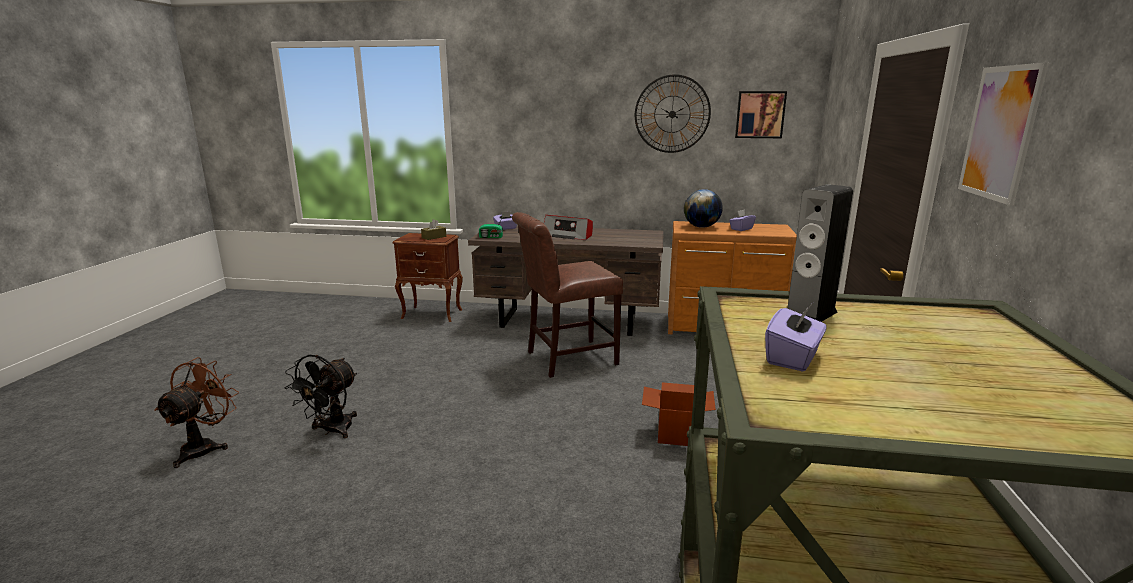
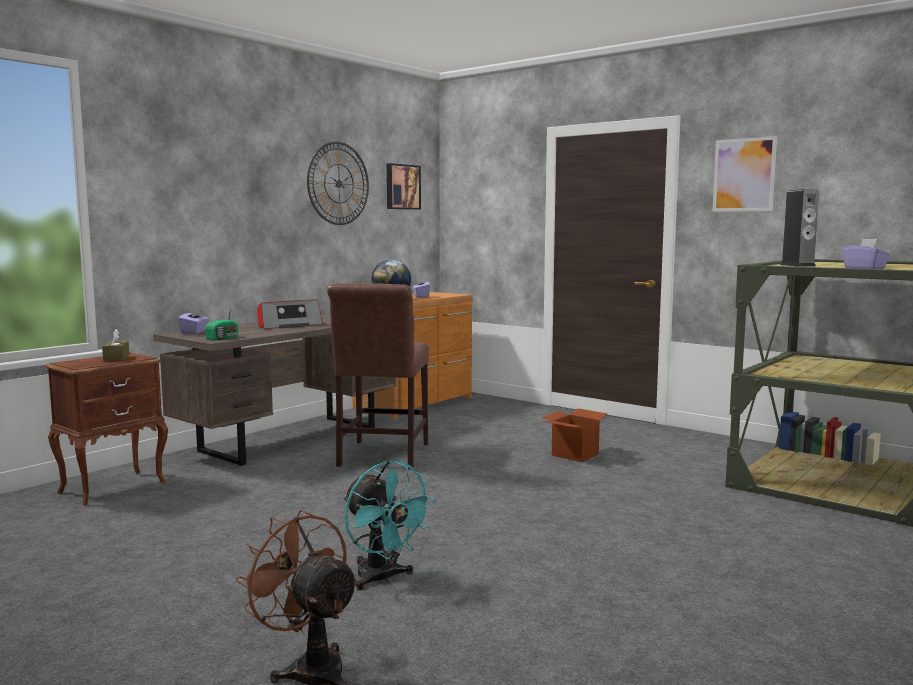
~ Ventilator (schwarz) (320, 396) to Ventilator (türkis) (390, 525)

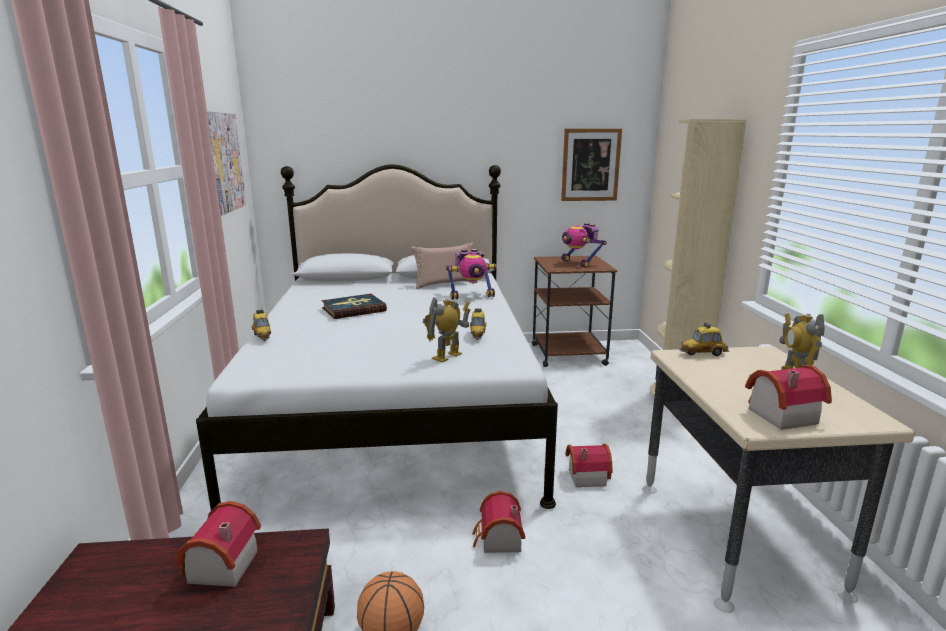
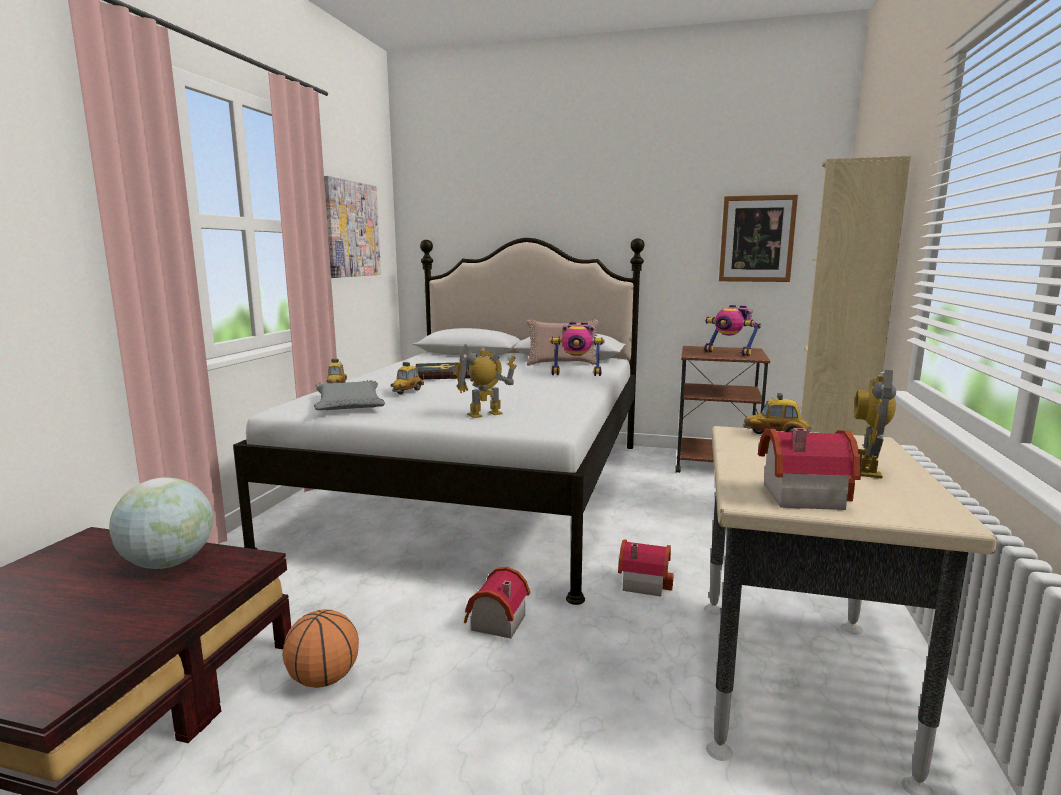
~ Spielzeugroboter (584, 245) = (732, 330) 45 degrees counterclockwise
~ Spielzeugauto (478, 324) to (407, 378)
~ Spielzeughaus (218, 544) to Globus (161, 523)
+ Kissen (grau) (349, 395)

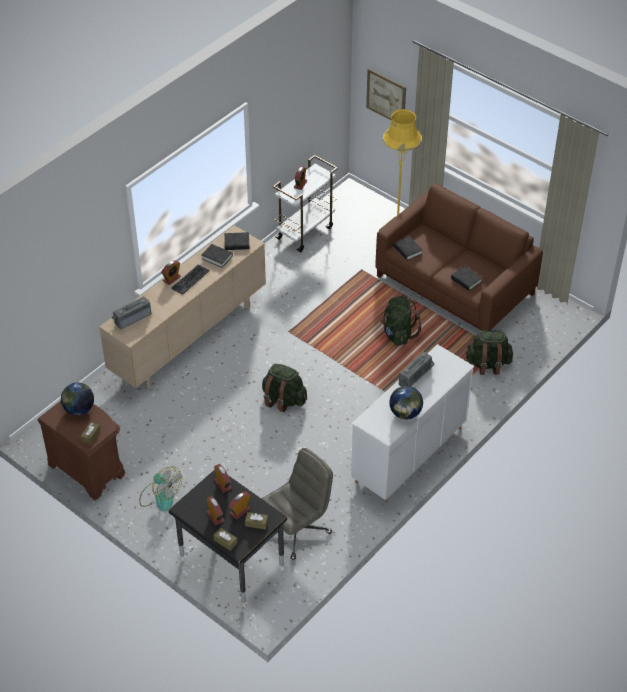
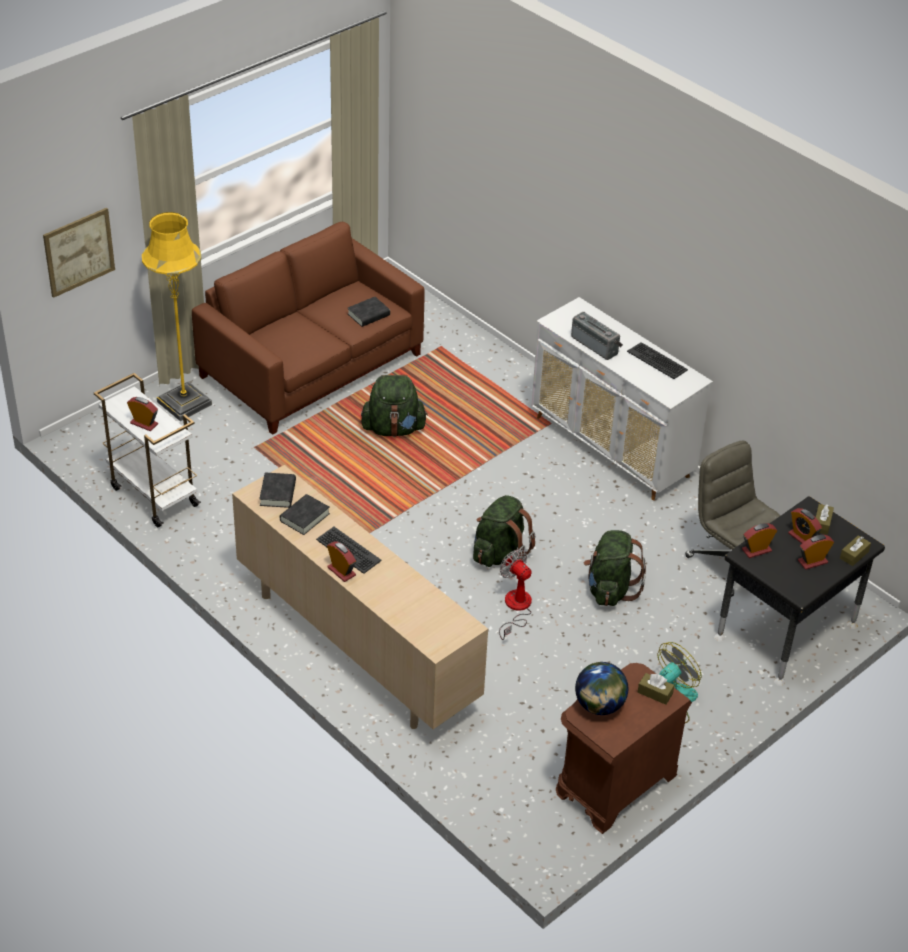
- Buch (schwarz) (407, 248)
- Radio (131, 312)
~ Rucksack (grün) (489, 352) to (615, 568)
~ Globus (406, 403) to Tastatur (657, 360)
+ Ventilator (515, 594)

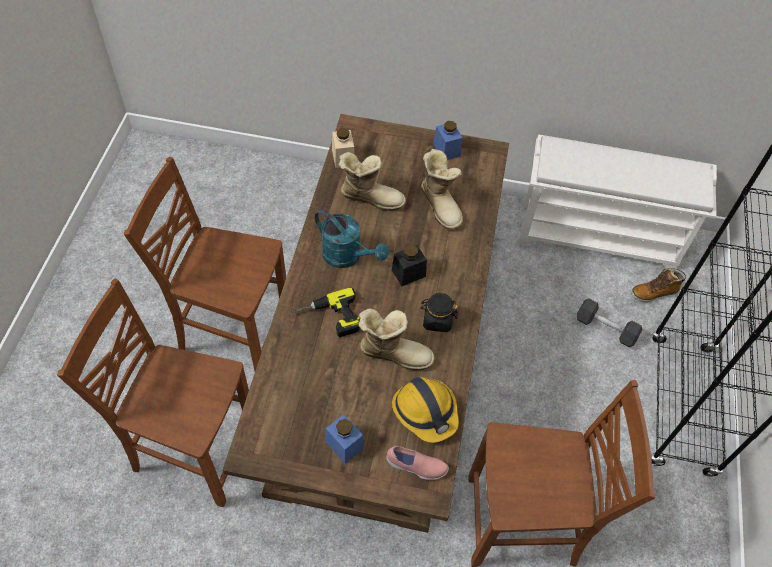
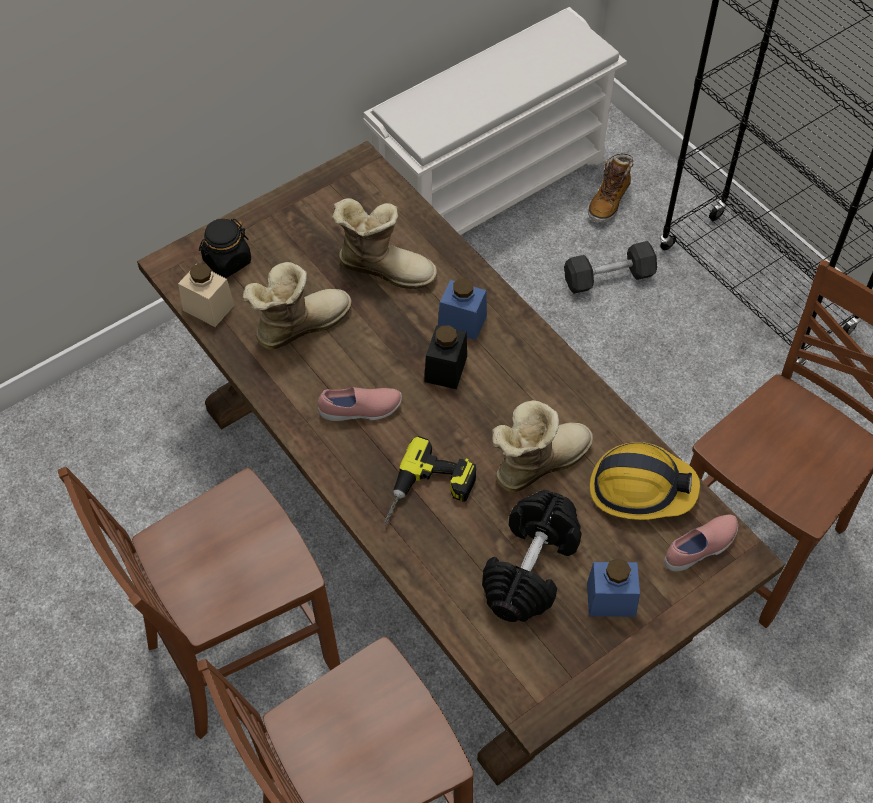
~ Vorratsglas (blau) (448, 140) to (462, 309)
~ Gießkanne (türkis) (352, 238) to Schuh (rosa) (360, 404)
~ Vorratsglas (schwarz) (439, 312) to (225, 248)
+ Hantel (schwarz) (532, 556)

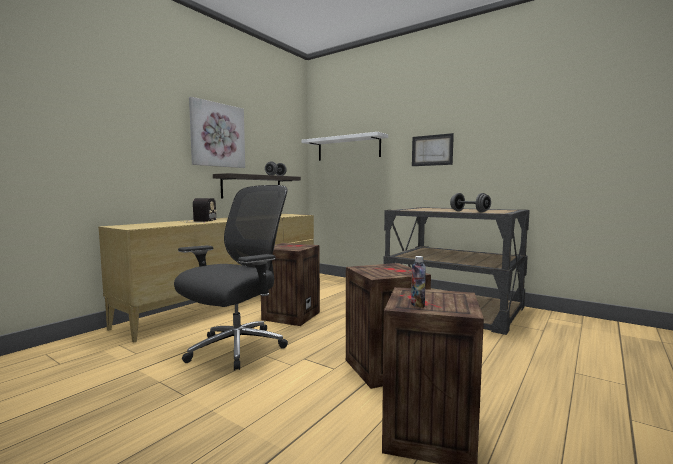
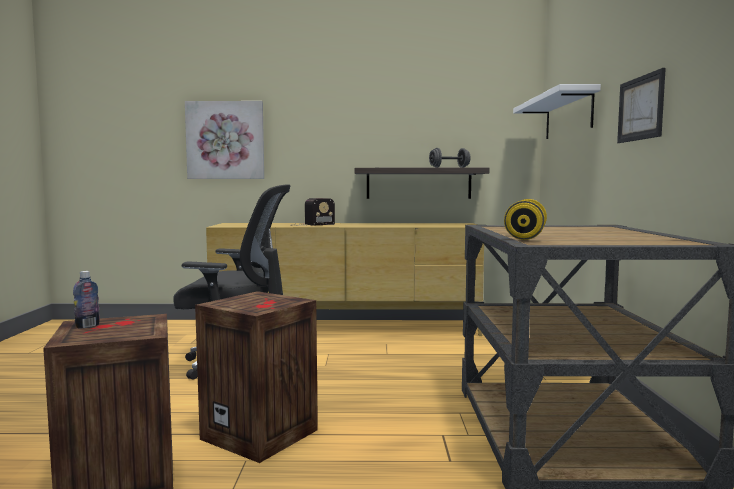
~ Bild (217, 132) to (224, 140)
~ Hantel (grau) (470, 203) to Hantel (gelb) (525, 219)
- Kiste (290, 284)

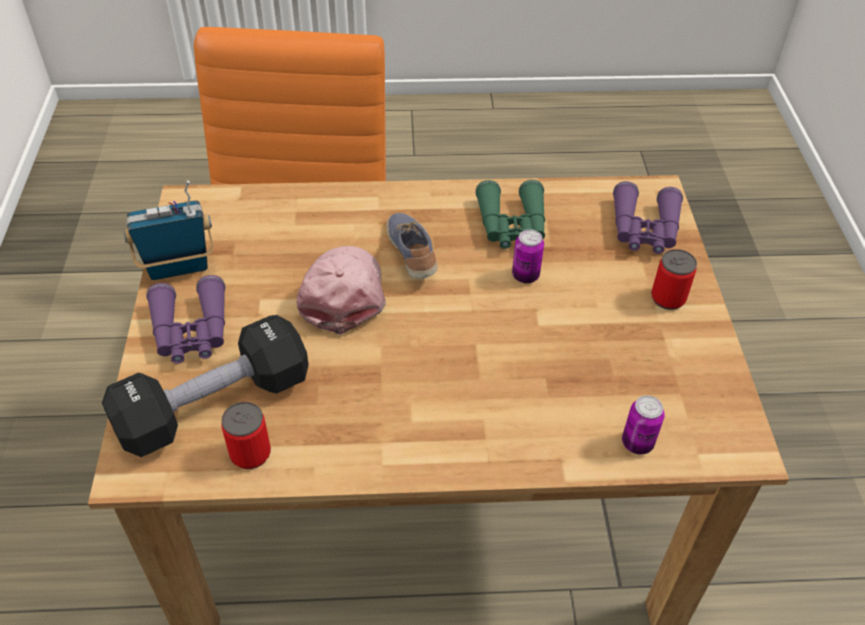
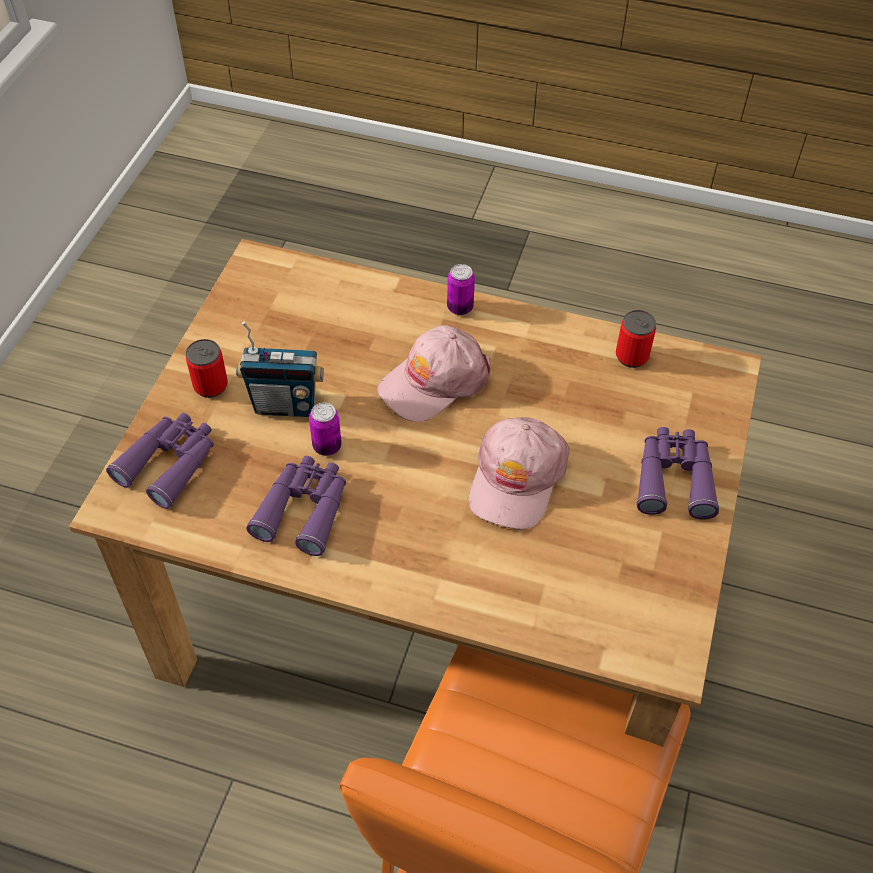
~ Radio (168, 230) to (280, 369)
~ Fernglas (grün) (510, 214) to Fernglas (lila) (296, 506)
- Schuh (412, 246)
- Hantel (schwarz) (205, 386)
~ Dose (643, 424) to (461, 289)
+ Kappe (rosa) (433, 373)

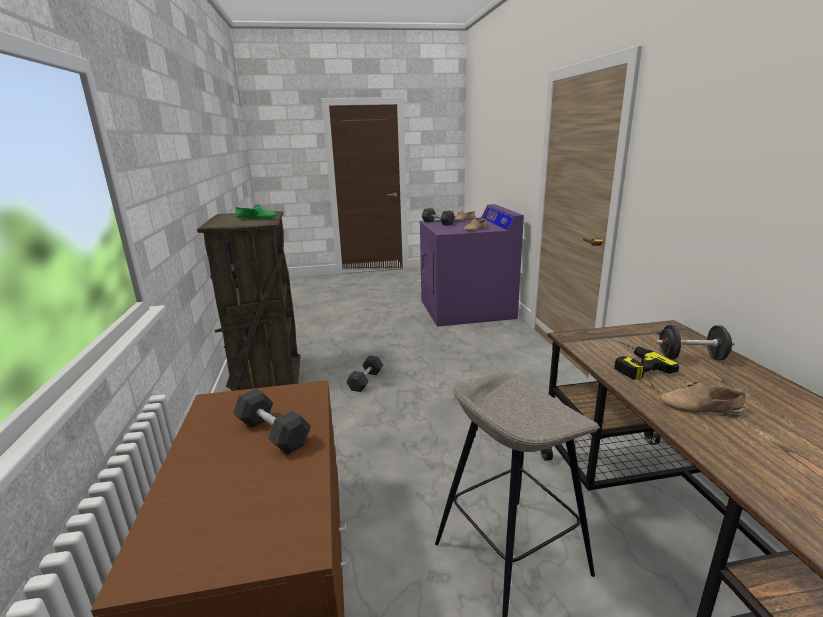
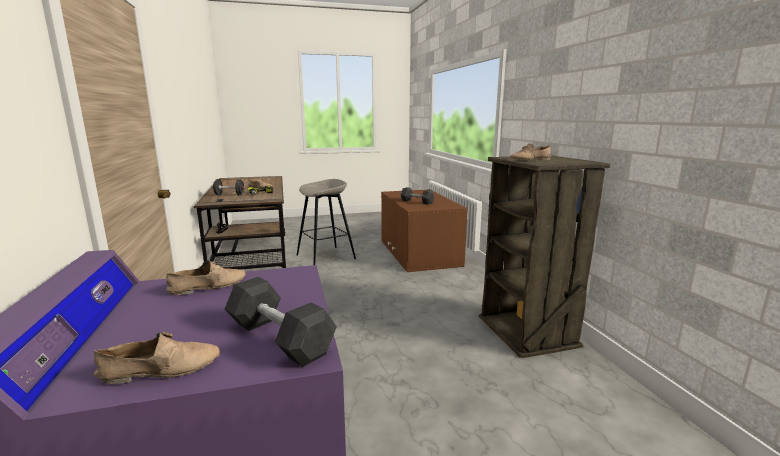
~ Schuh (grün) (255, 211) to Schuh (beige) (530, 151)
- Hantel (grau) (364, 373)

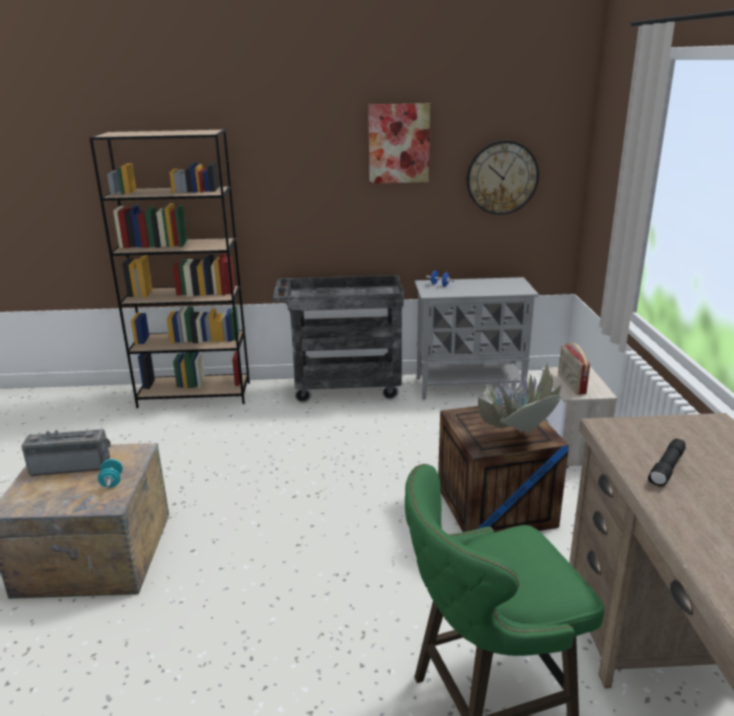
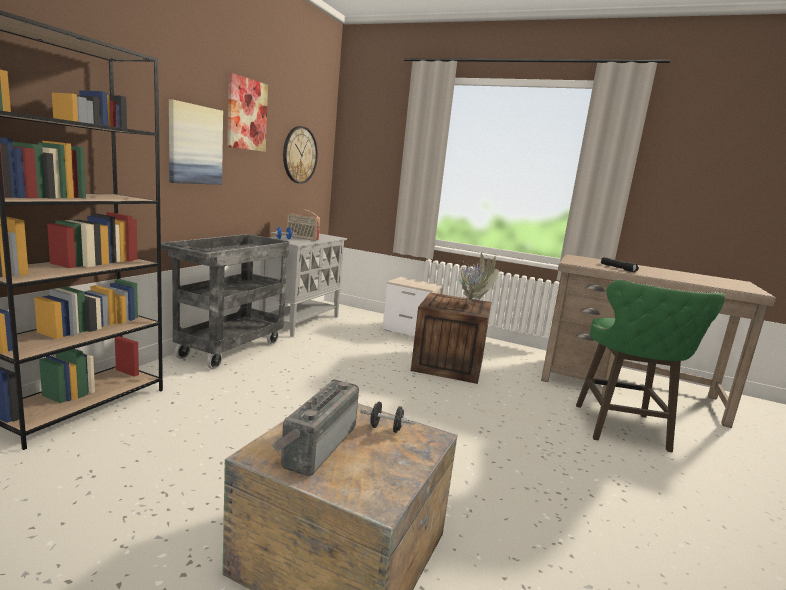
~ Radio (574, 369) to (303, 225)
~ Hantel (türkis) (110, 473) to Hantel (schwarz) (387, 417)
+ Bild (196, 142)

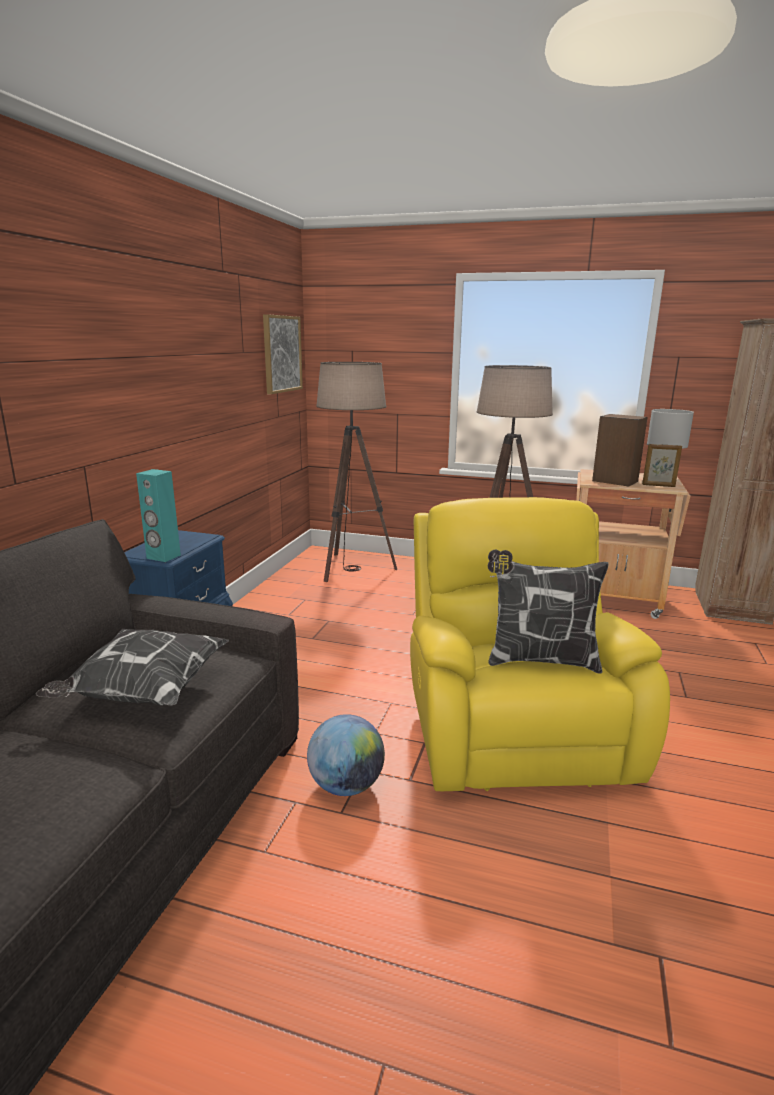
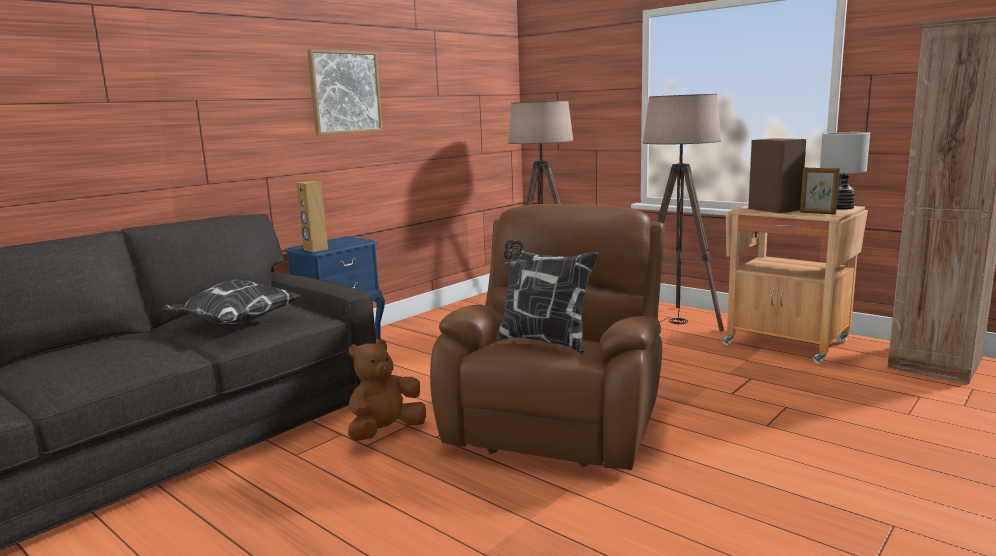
~ Bild (283, 354) to (345, 92)
~ Lautsprecher (türkis) (158, 515) to Lautsprecher (braun) (312, 216)
~ Sessel (gelb) (540, 644) to Sessel (braun) (547, 337)
~ Globus (346, 755) to Plüschtier (braun) (387, 390)

